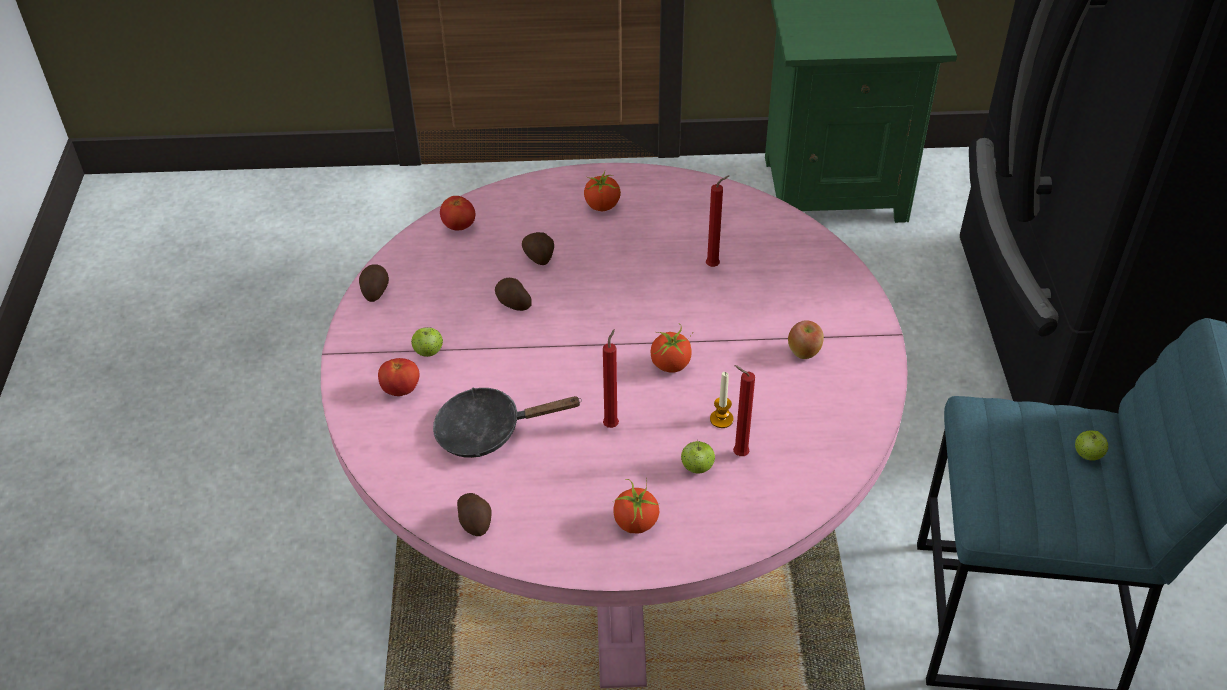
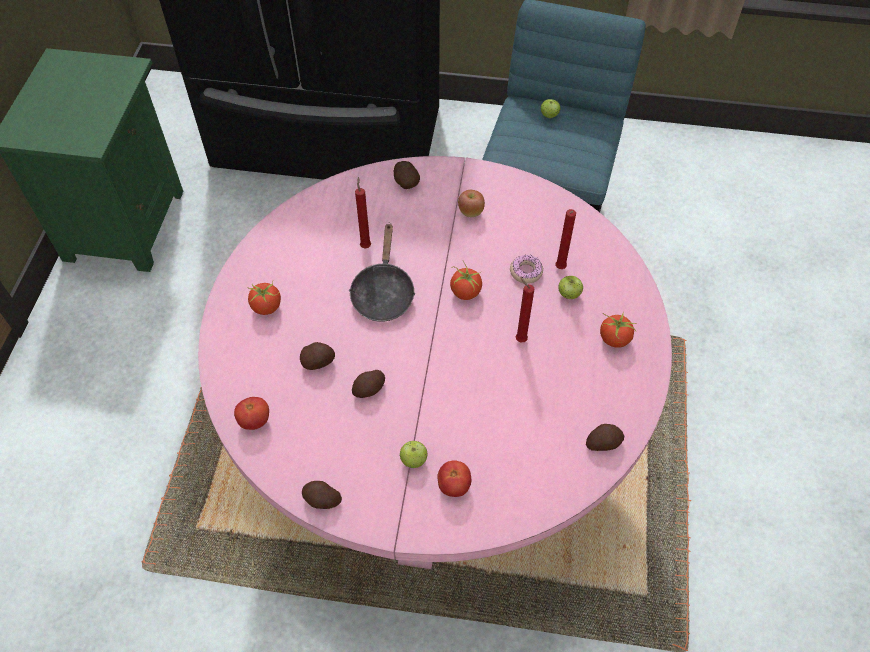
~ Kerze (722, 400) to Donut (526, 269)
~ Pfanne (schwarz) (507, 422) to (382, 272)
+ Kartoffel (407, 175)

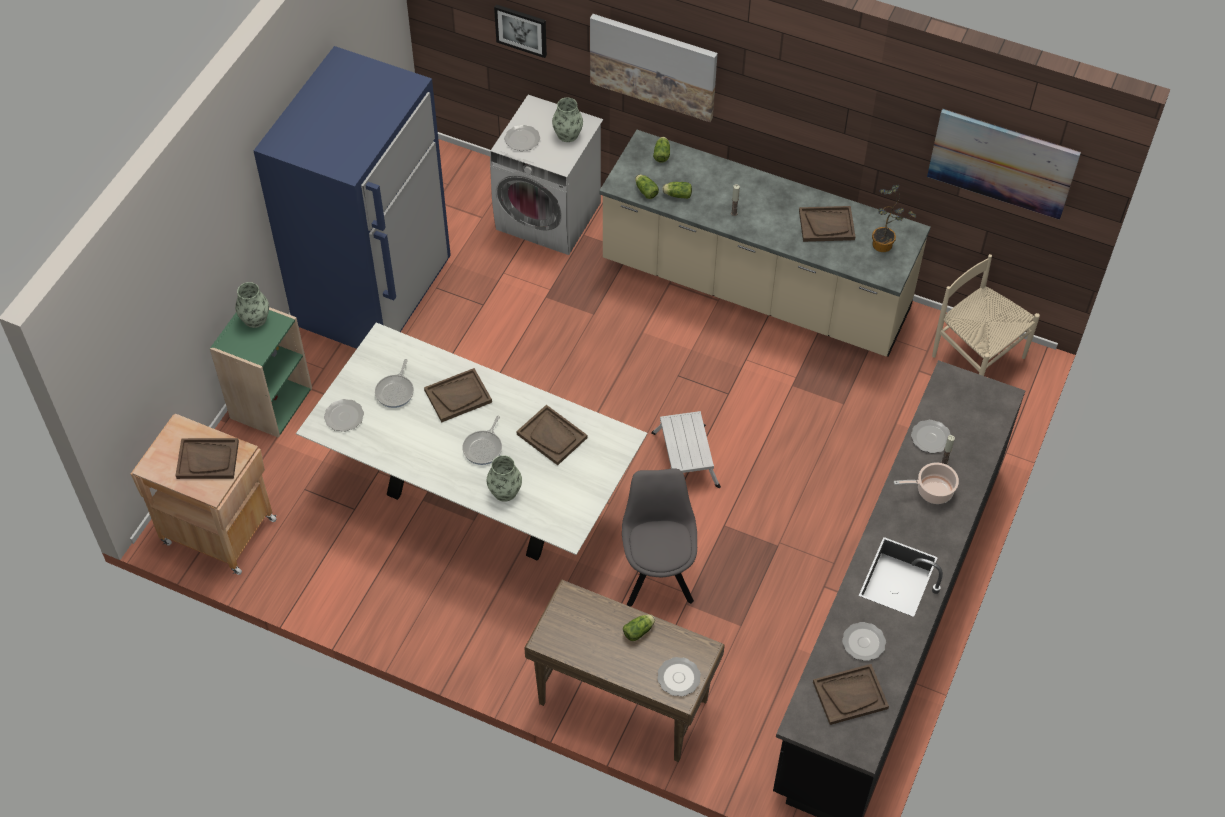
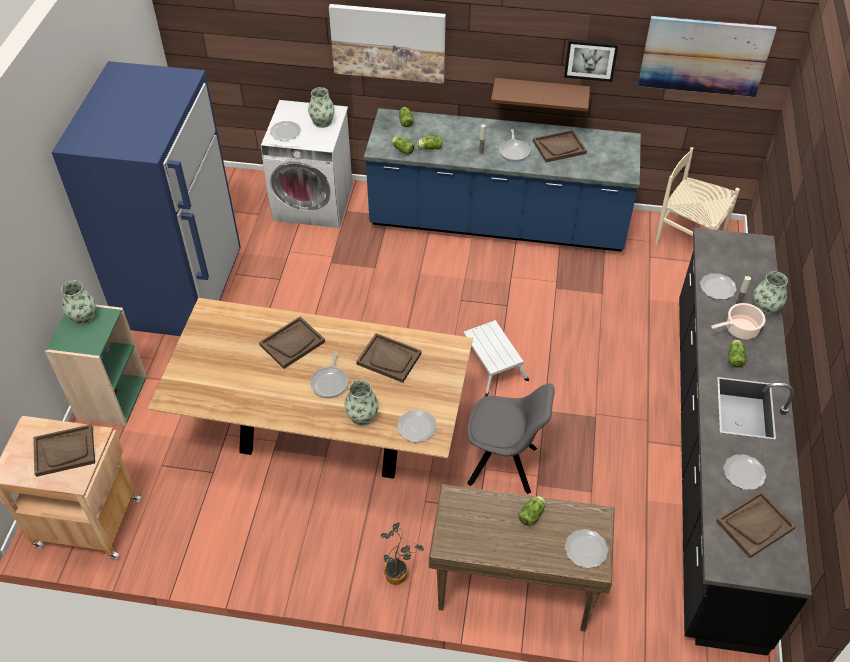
~ Bild (520, 31) to (591, 60)
~ Küchenzeile (beige) (765, 243) to Küchenzeile (blau) (502, 180)
~ Topfpflanze (894, 218) to (402, 554)
~ Esstisch (weiß) (472, 441) to Esstisch (braun) (310, 388)
~ Pfanne (394, 383) to (514, 145)
~ Teller (344, 415) to (417, 426)
~ Stuhl (grau) (659, 538) = (511, 438) 120 degrees clockwise
+ Wandregal (braun) (540, 95)
+ Vase (770, 293)
+ Salatkopf (737, 354)

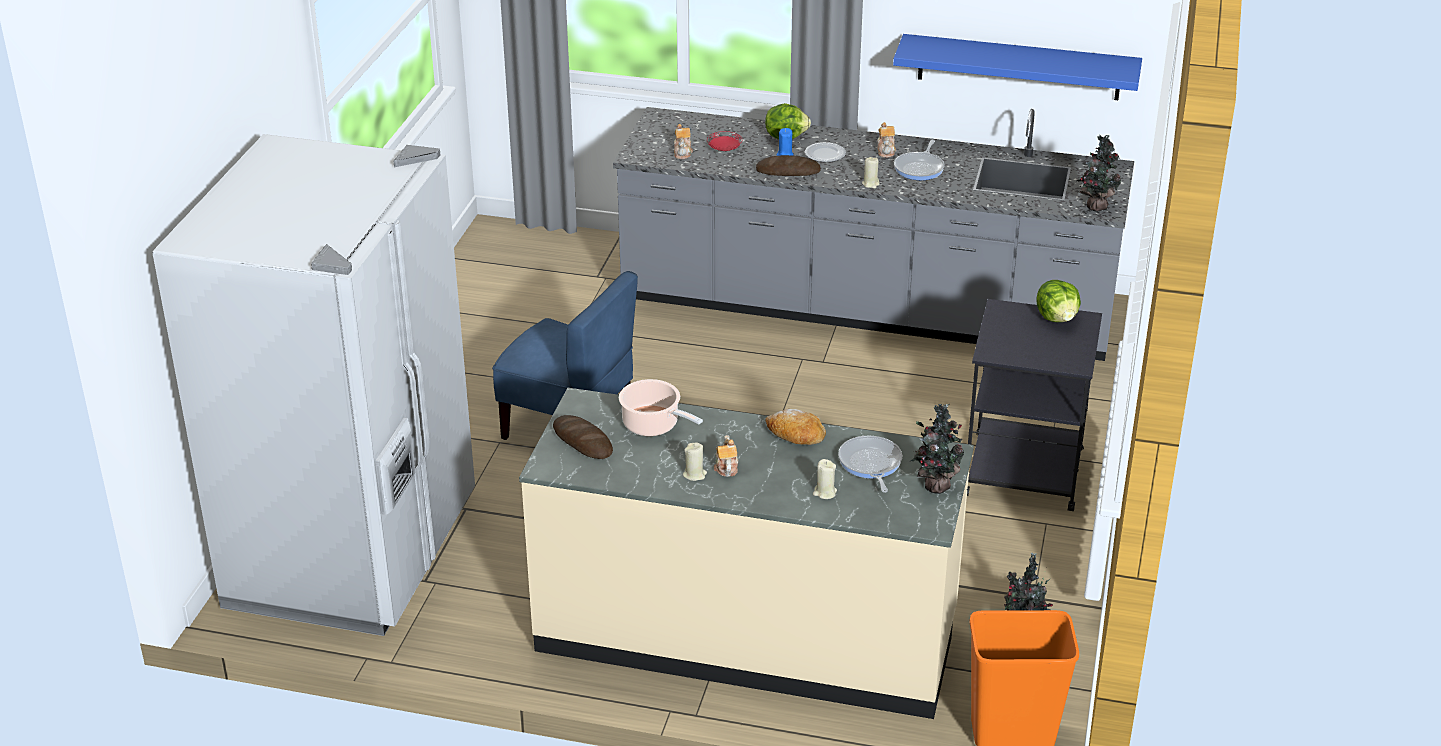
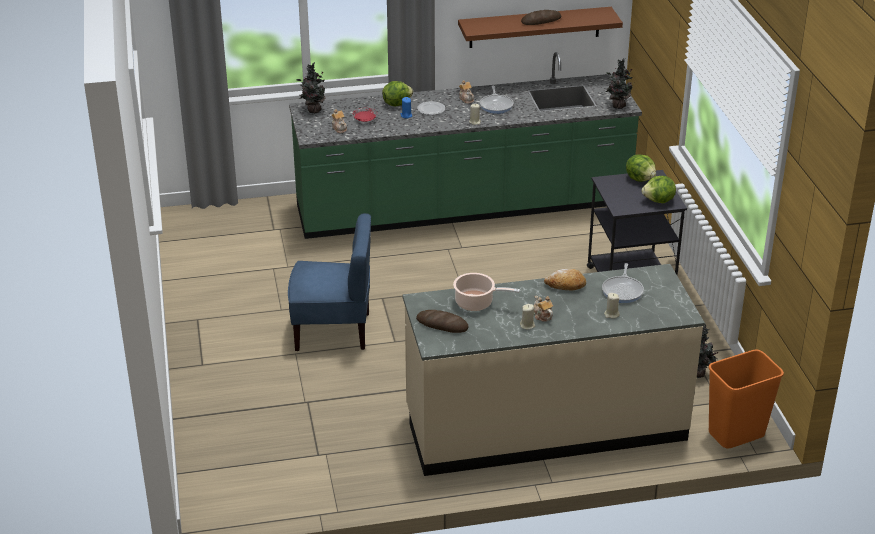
~ Wandregal (blau) (1017, 67) to Wandregal (braun) (540, 27)
~ Küchenzeile (grau) (873, 234) to Küchenzeile (grün) (465, 145)
- Kühlschrank (weiß) (314, 385)
~ Brot (788, 165) to (541, 17)
~ Topfpflanze (936, 449) to (311, 87)
~ Pfanne (870, 464) = (623, 283) 135 degrees counterclockwise
+ Salatkopf (659, 189)

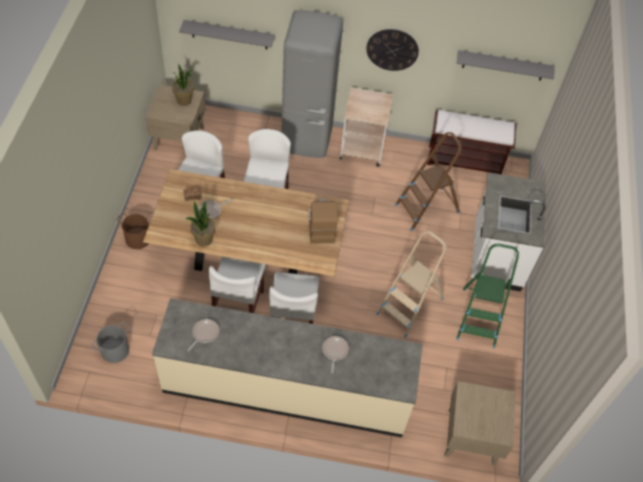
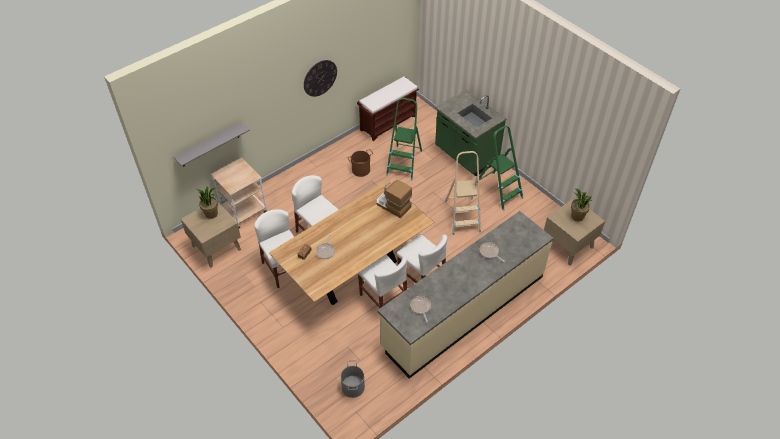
- Kühlschrank (grau) (312, 84)
- Wandregal (grau) (505, 65)
~ Rollwagen (beige) (366, 127) to (239, 193)
~ Trittleiter (braun) (428, 181) to Trittleiter (grün) (404, 139)
~ Küchenzeile (weiß) (508, 232) to Küchenzeile (grün) (470, 132)
~ Topfpflanze (200, 223) to (581, 204)
~ Eimer (braun) (133, 231) to (360, 163)

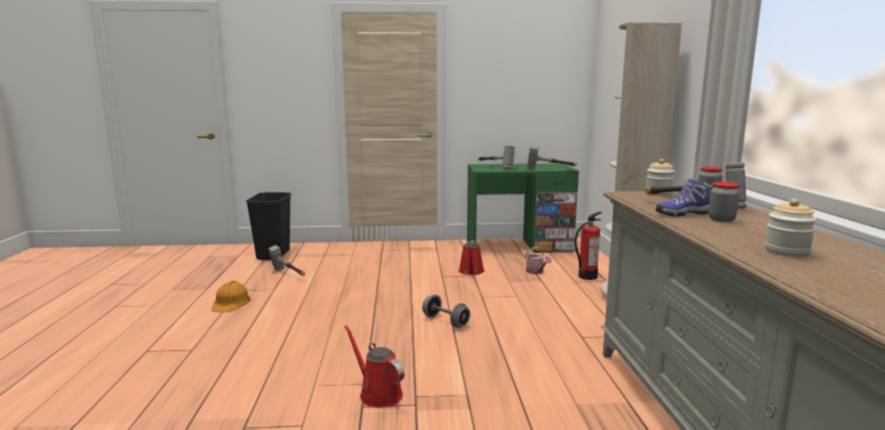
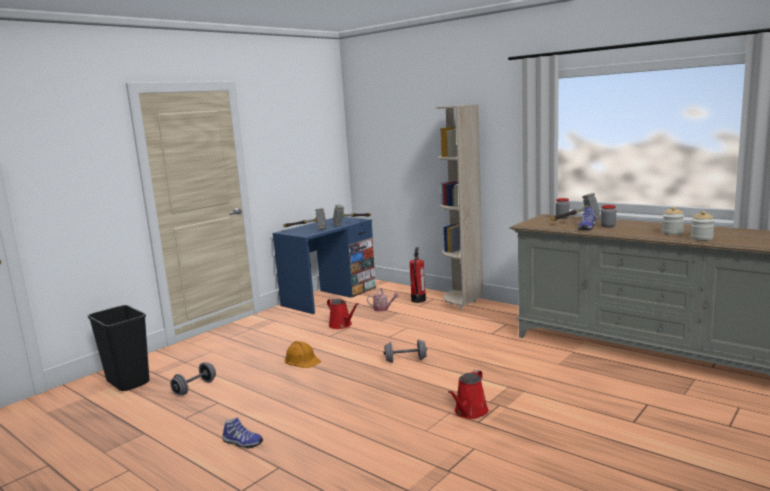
~ Vorratsglas (660, 177) to (702, 225)
~ Schreibtisch (grün) (523, 208) to Schreibtisch (blau) (324, 265)
~ Hammer (286, 260) to Hantel (grau) (193, 378)
~ Schutzhelm (orange) (231, 296) to (302, 354)
~ Gießkanne (rot) (374, 366) = (468, 394) 60 degrees counterclockwise
+ Schuh (242, 433)

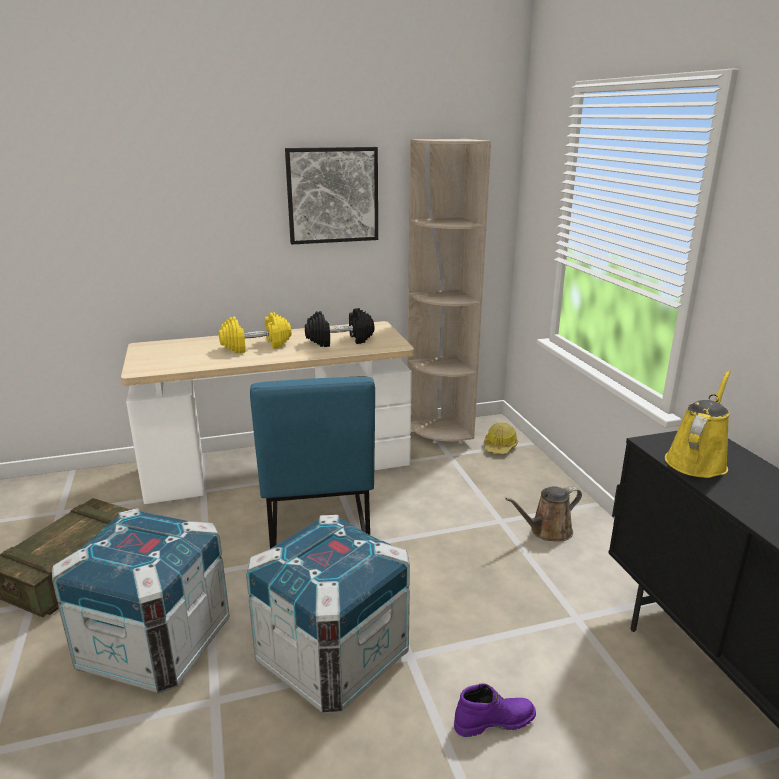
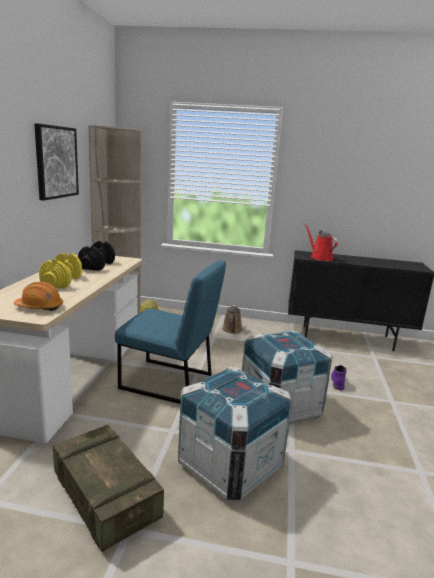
~ Gießkanne (gelb) (698, 424) to Gießkanne (rot) (321, 242)
+ Schutzhelm (orange) (38, 296)

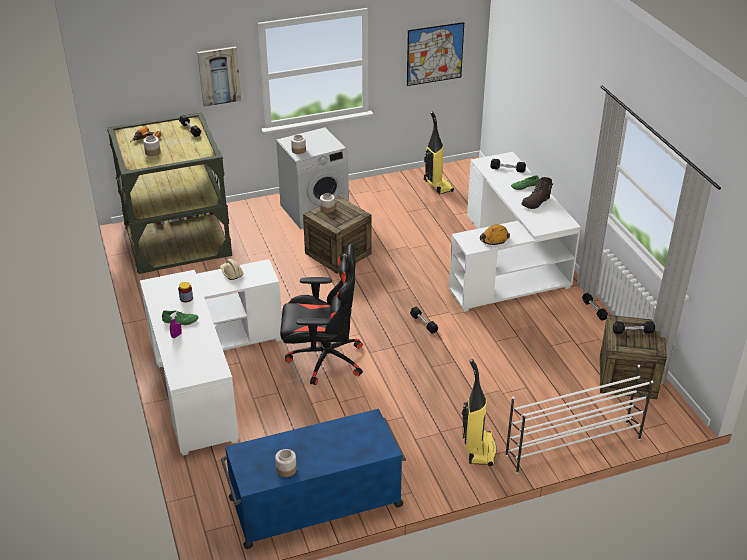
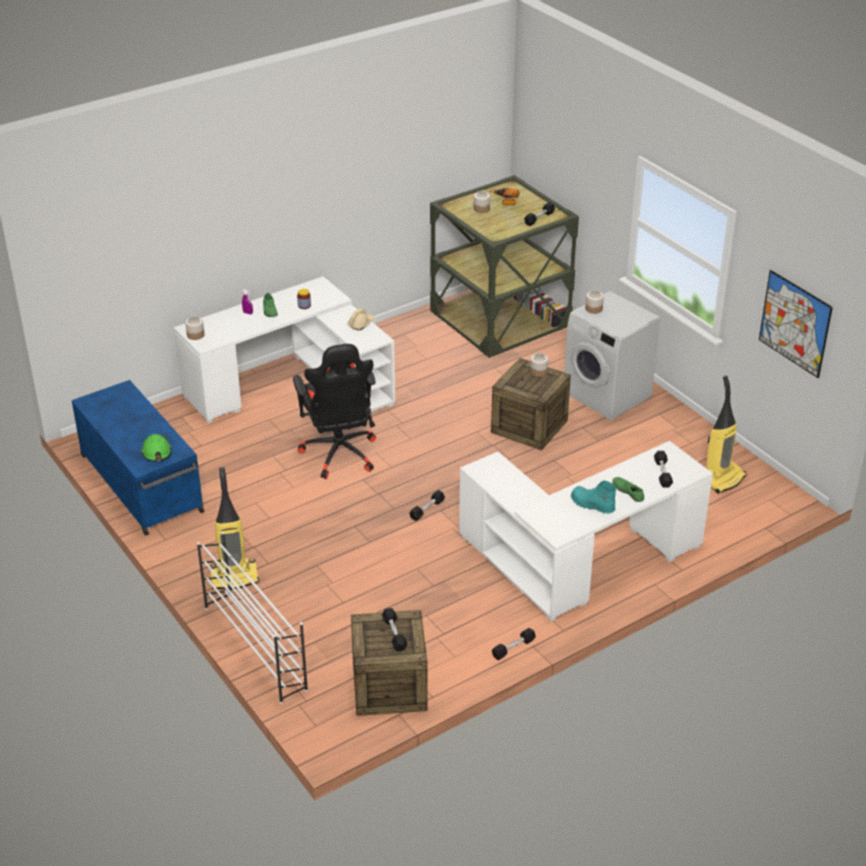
- Bild (219, 76)
~ Stiefel (braun) (537, 193) to Stiefel (türkis) (593, 497)
- Schutzhelm (orange) (495, 234)
~ Vorratsglas (286, 463) to (195, 328)
+ Schutzhelm (grün) (156, 448)

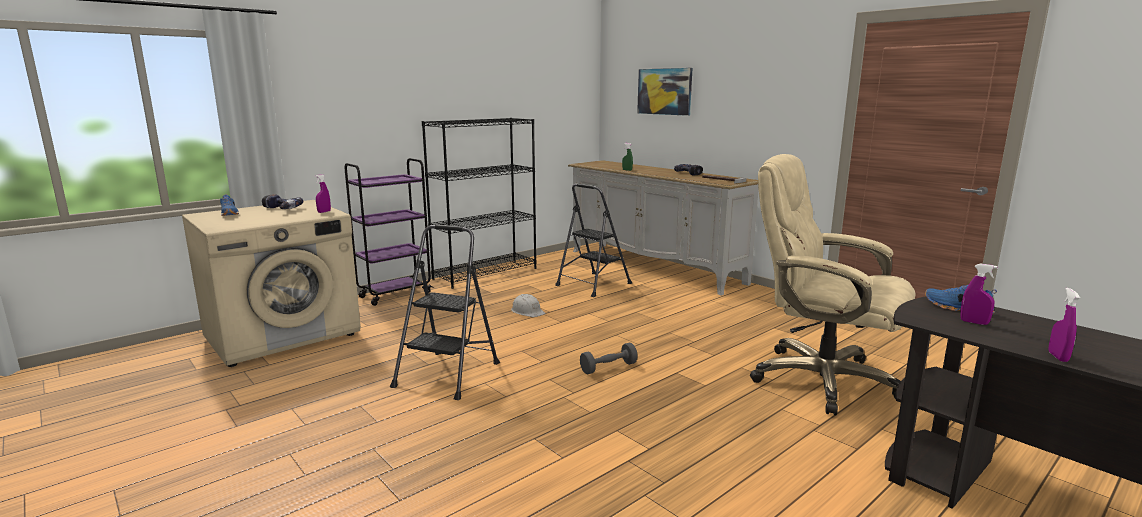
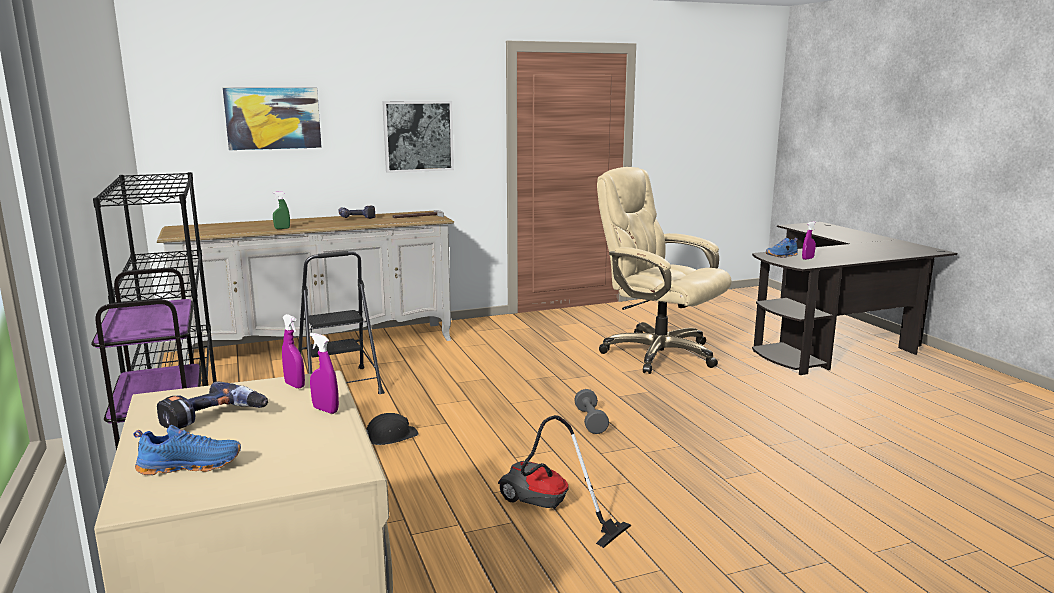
~ Bürostuhl (beige) (833, 284) = (664, 270) 75 degrees clockwise
~ Trittleiter (schwarz) (445, 312) to Staubsauger (564, 481)
~ Sprühflasche (lila) (1064, 325) to (324, 373)
~ Schutzhelm (weiß) (528, 305) to Schutzhelm (schwarz) (392, 429)
+ Bild (418, 137)

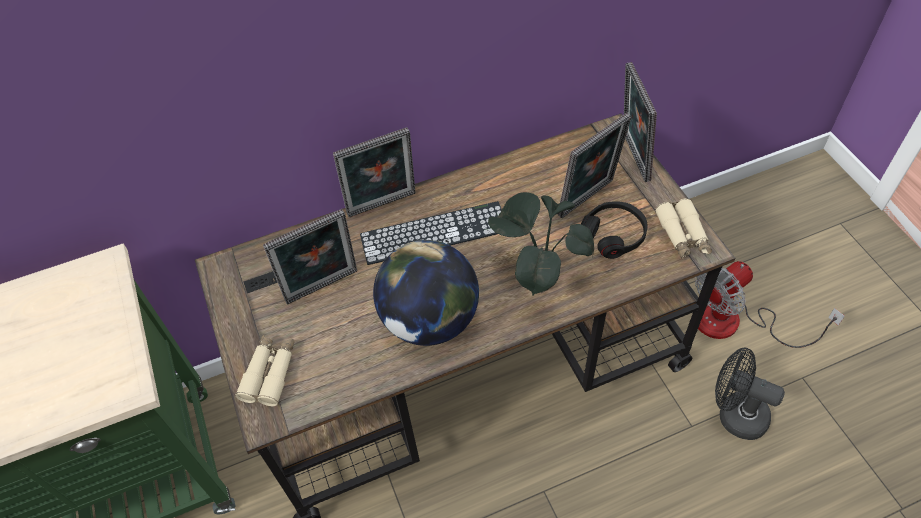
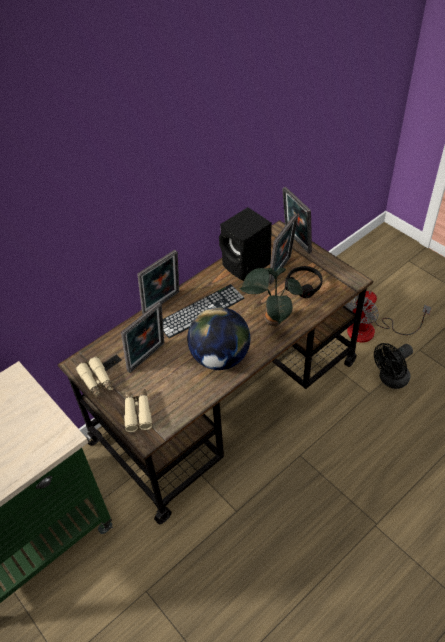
~ Fernglas (beige) (683, 229) to (95, 377)
~ Ventilator (schwarz) (750, 393) = (393, 366) 45 degrees counterclockwise
+ Lautsprecher (schwarz) (245, 244)

